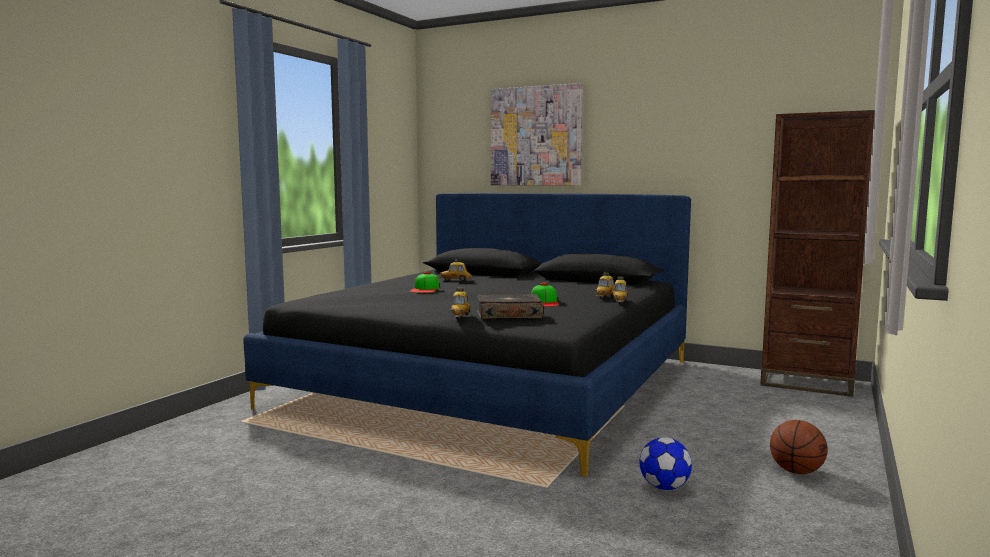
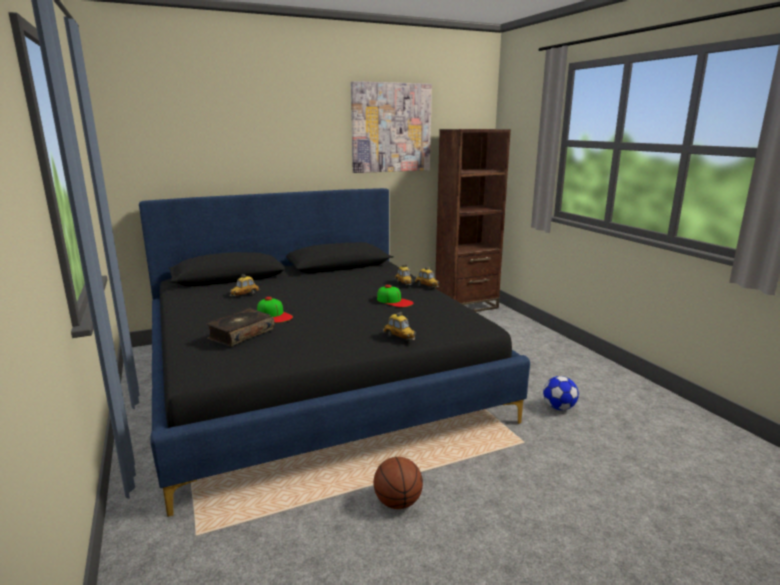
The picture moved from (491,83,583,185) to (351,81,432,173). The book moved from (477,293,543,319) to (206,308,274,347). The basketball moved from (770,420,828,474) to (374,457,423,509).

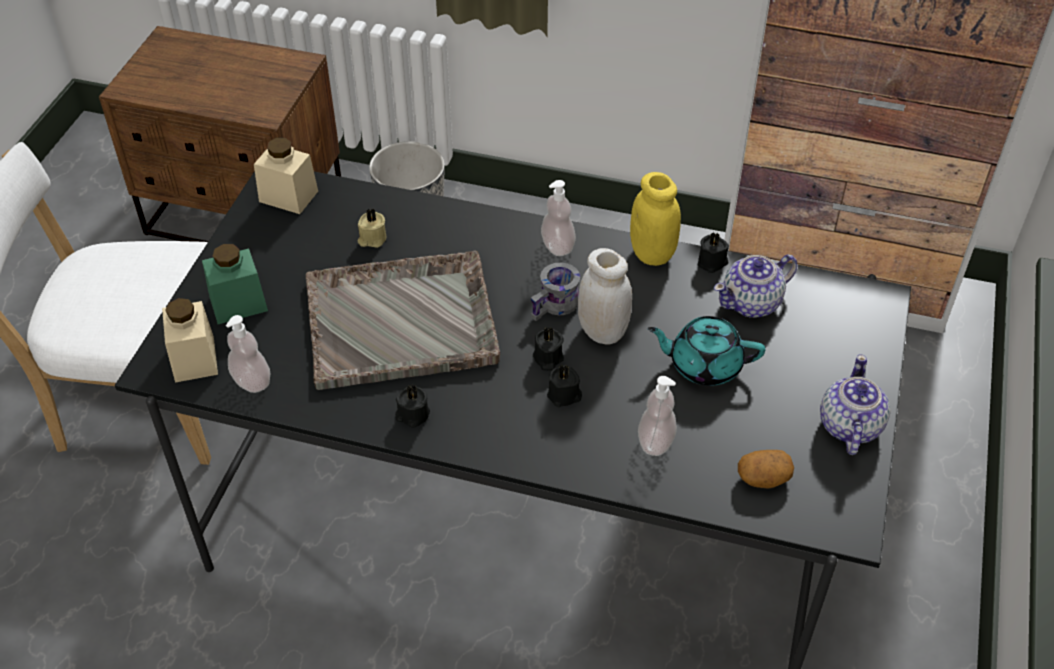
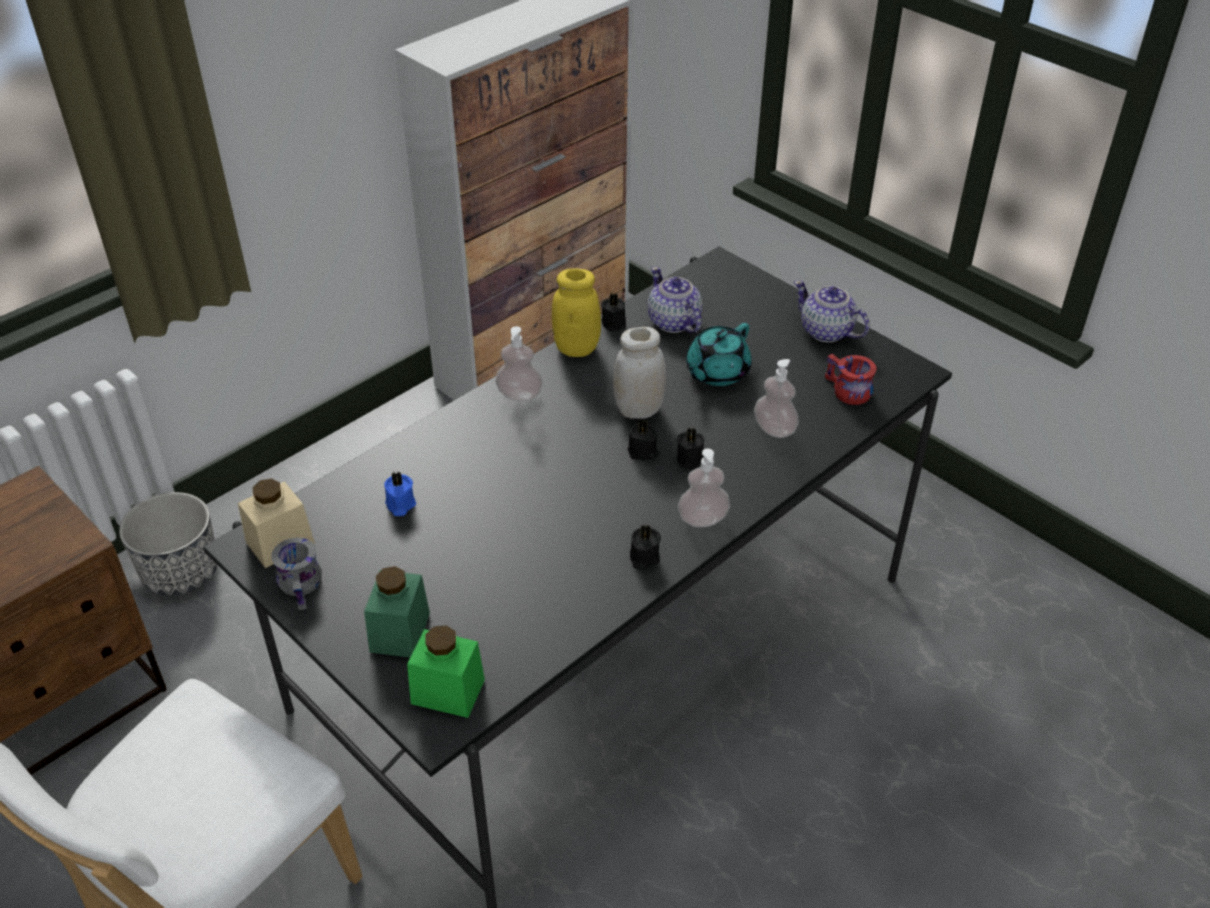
The beige candle at (358,209,386,248) became the blue candle at (384,472,416,516). The grey tray at (306,250,500,390) disappeared. The teapot at (714,254,797,318) turned 150 degrees clockwise. The grey mug moved from (531,263,580,321) to (271,537,322,610). The beige jar at (162,298,218,383) became the green jar at (407,625,485,718). The soap dispenser moved from (226,315,270,393) to (678,449,730,527). The potato at (738,450,794,489) was replaced by the red mug at (825,354,877,405).

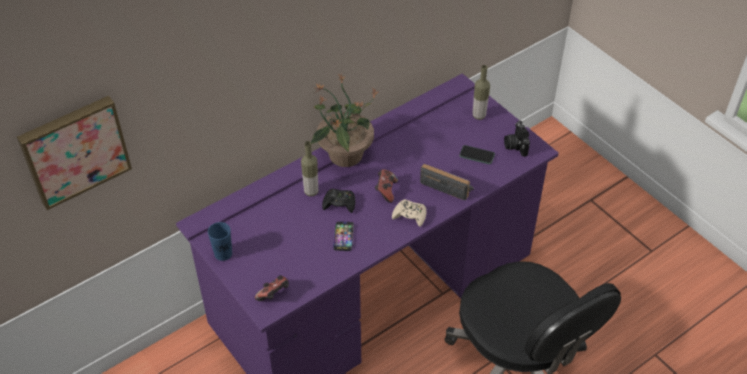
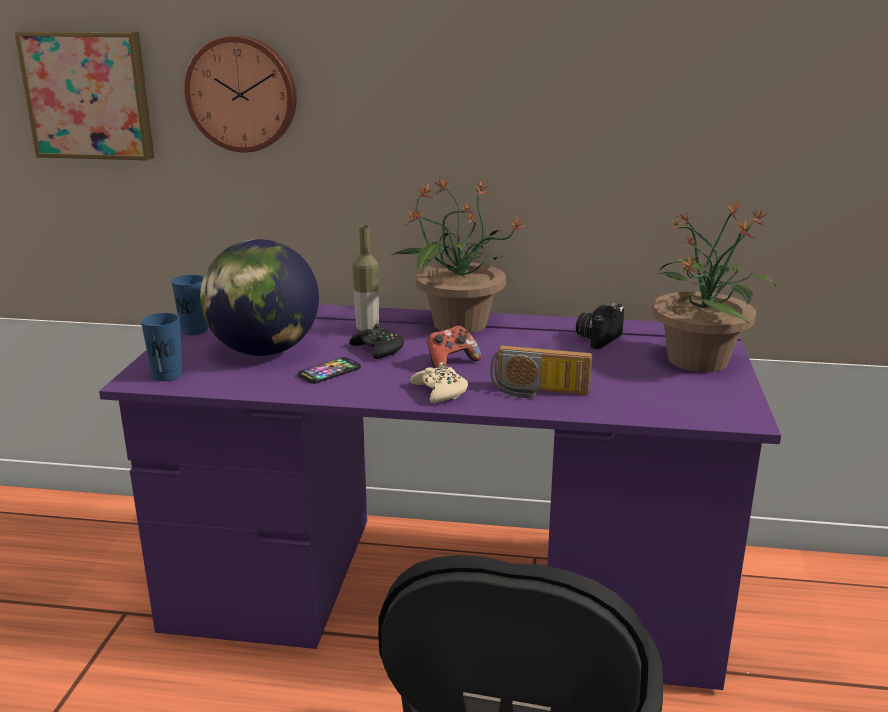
The bottle at (473,65,490,120) was replaced by the potted plant at (652,202,776,373). The photo camera moved from (504,121,530,157) to (576,303,624,349). The phone at (459,145,495,164) disappeared. The radio at (420,164,474,200) turned 120 degrees clockwise. The game controller at (255,275,289,301) was replaced by the blue cup at (141,313,183,381). The wall clock at (184,35,297,152) appeared. The globe at (200,239,319,356) appeared.

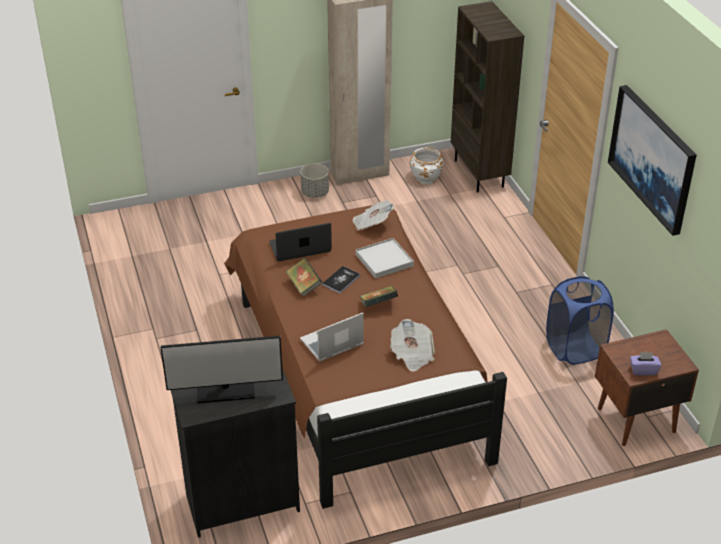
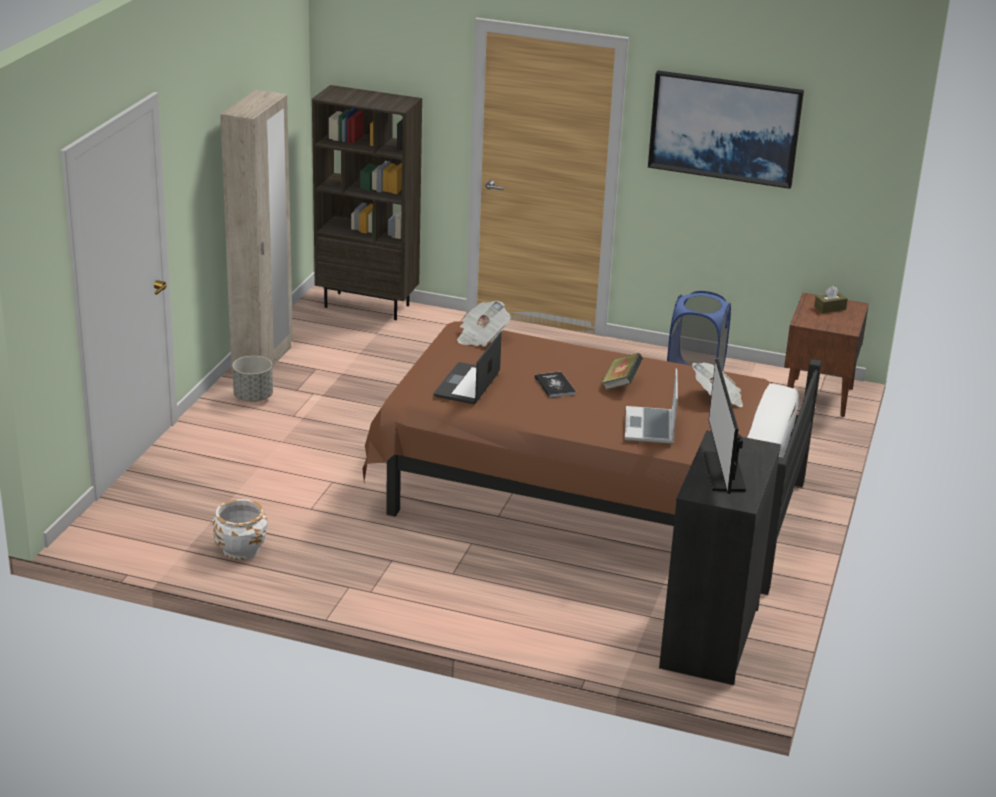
The white planter moved from (410,148,444,184) to (212,499,267,560). The white tray at (356,238,414,279) disappeared. The book at (286,258,323,297) disappeared. The monitor at (160,336,283,404) turned 150 degrees clockwise. The purple tissue box at (630,352,662,375) disappeared. The brown tissue box at (814,286,848,313) appeared.

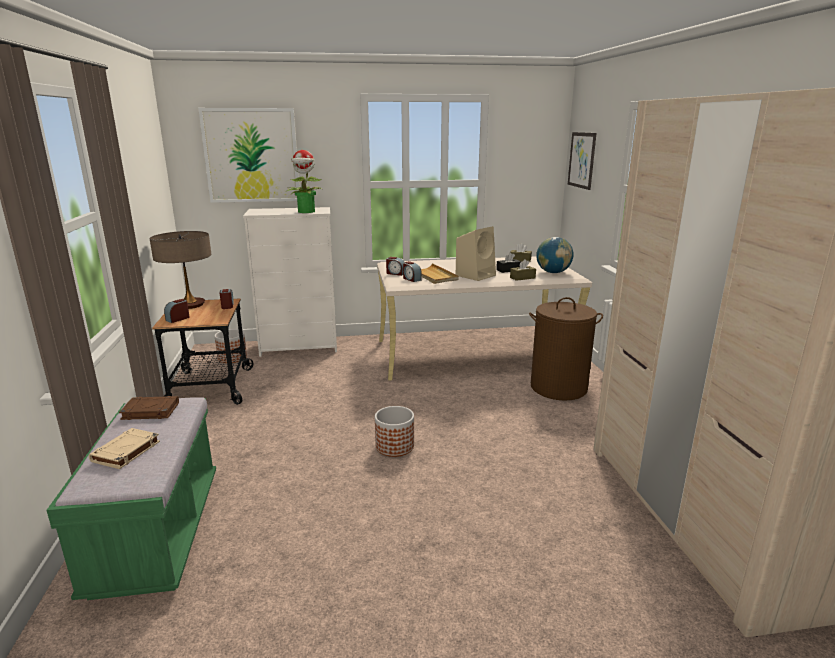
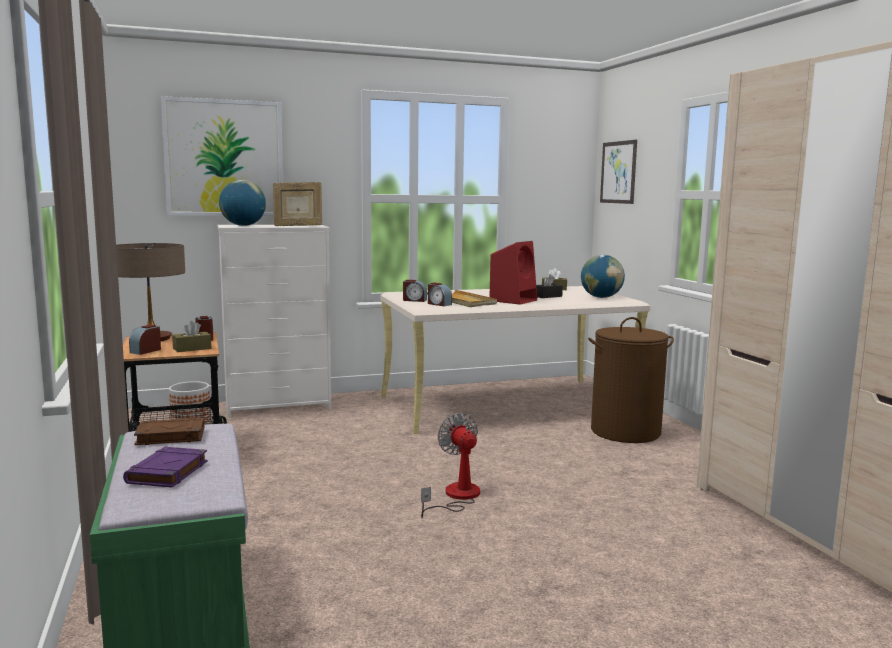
The potted plant at (286,150,322,213) was replaced by the picture frame at (273,182,322,226). The beige speaker at (456,226,496,281) became the red speaker at (490,241,537,305). The brown tissue box moved from (510,259,536,281) to (172,321,211,352). The planter at (375,406,414,457) was replaced by the fan at (421,413,480,518). The beige book at (89,428,160,469) became the purple book at (123,447,208,488). The globe at (219,180,266,226) appeared.

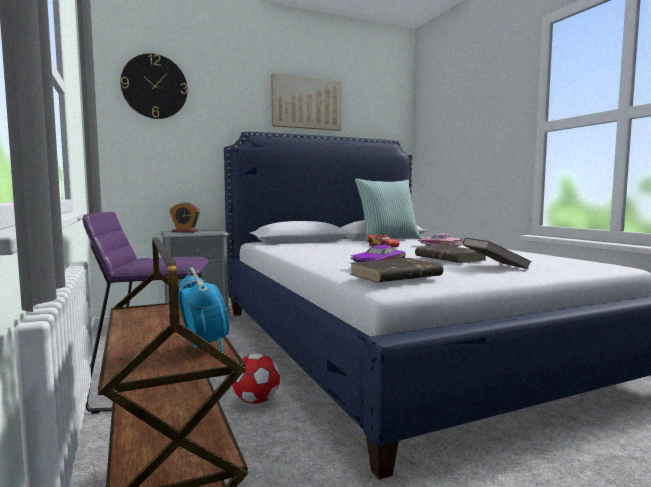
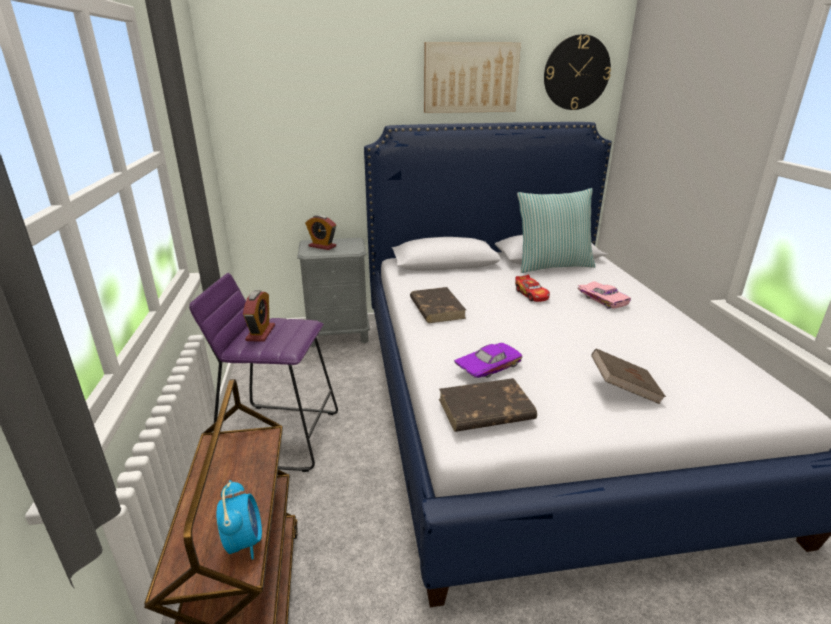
The wall clock moved from (121,53,188,119) to (544,34,611,110). The brown book moved from (415,245,486,263) to (410,287,466,323). The football at (232,354,280,404) disappeared. The alarm clock at (243,290,275,342) appeared.

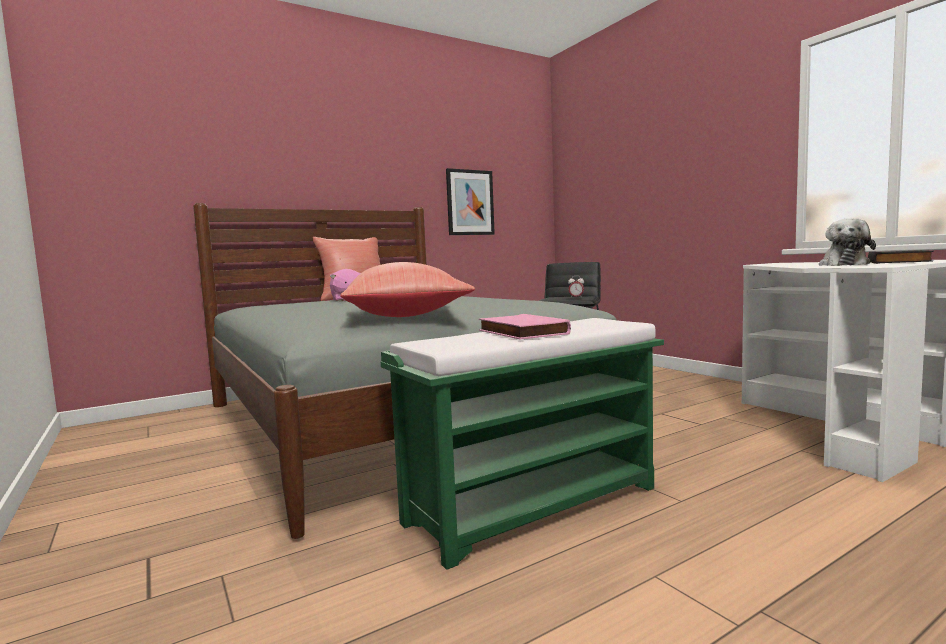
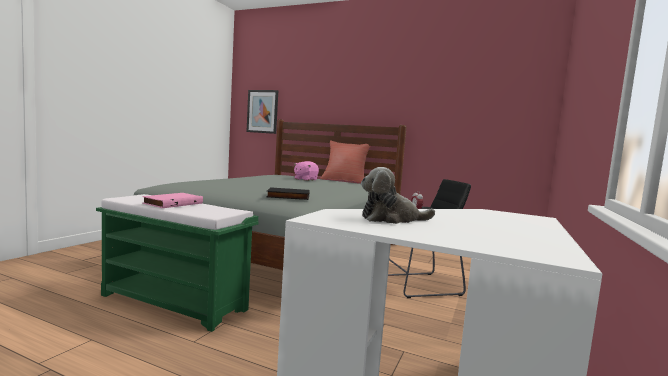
The picture moved from (446,168,495,235) to (246,90,278,134). The black book moved from (868,250,934,264) to (266,187,310,200). The red pillow at (340,262,475,317) disappeared.

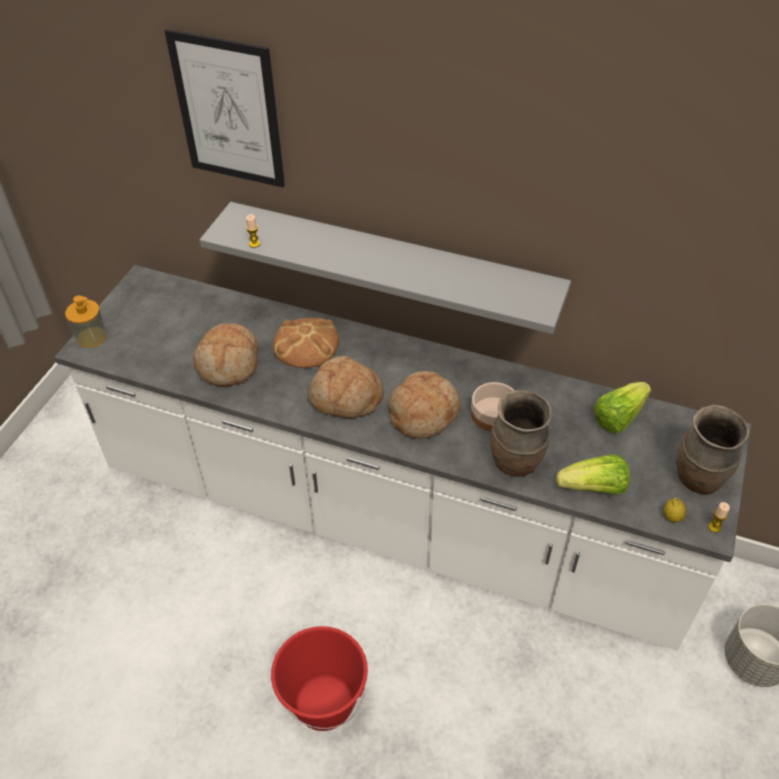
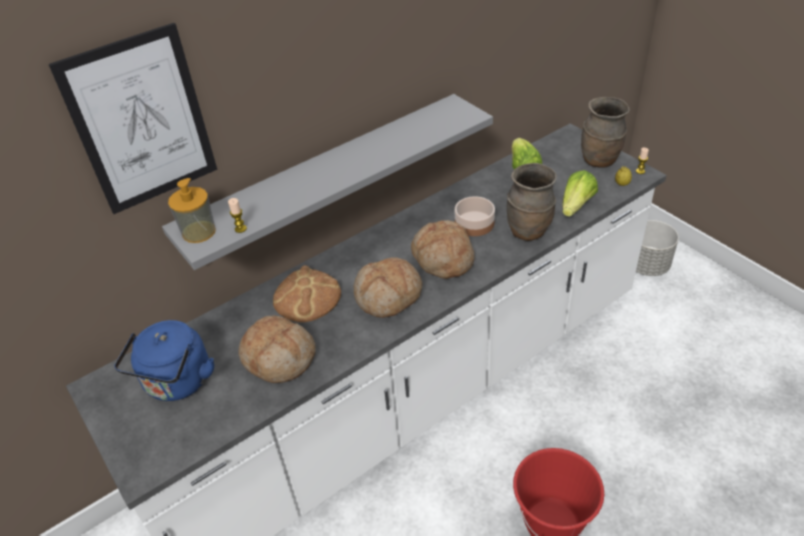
The soap dispenser moved from (65,296,106,348) to (168,178,216,243). The blue kettle at (114,320,214,401) appeared.

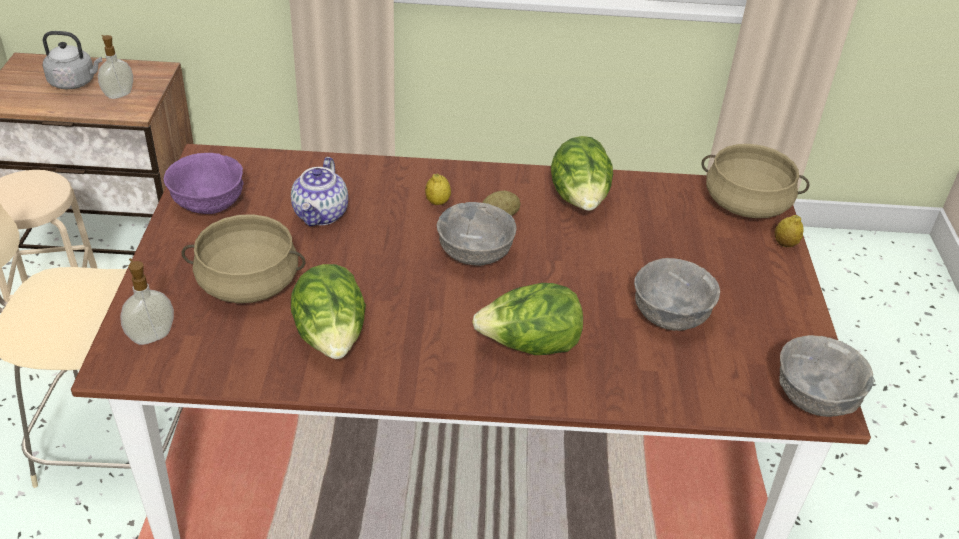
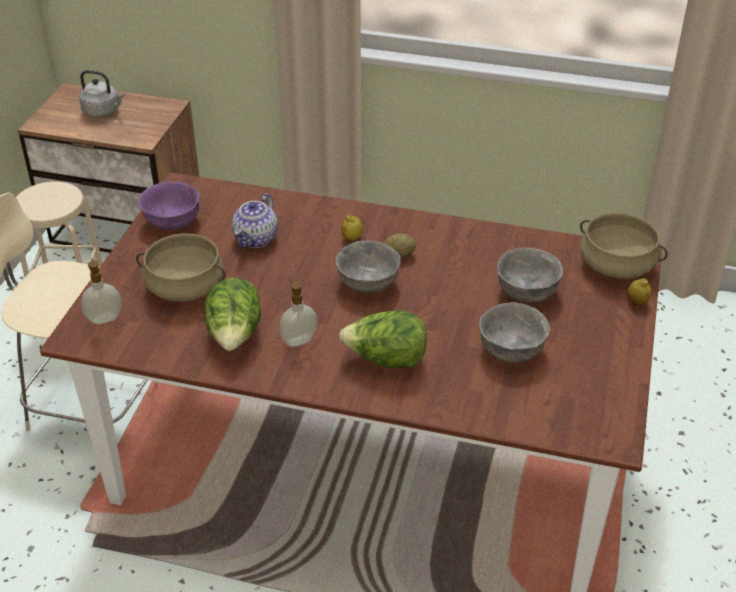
The soap dispenser moved from (98,35,133,99) to (279,280,318,347). The lettuce at (551,136,613,211) disappeared. The grey bowl moved from (779,335,874,417) to (497,248,563,303).

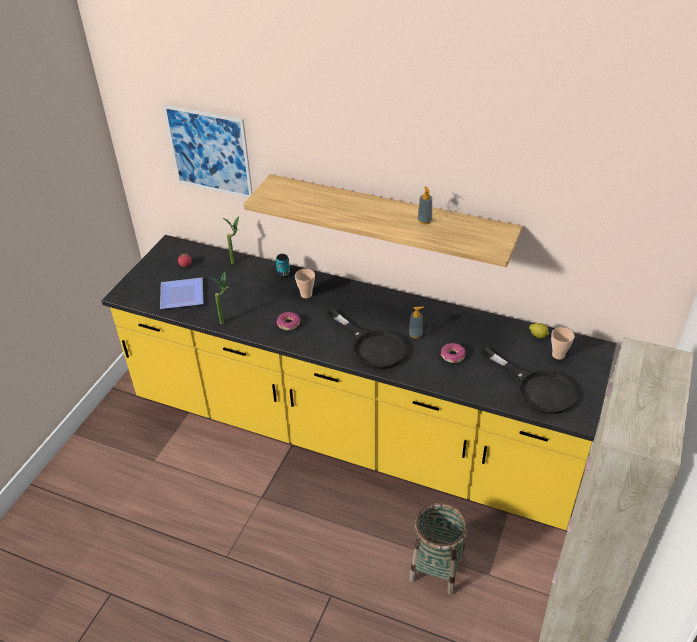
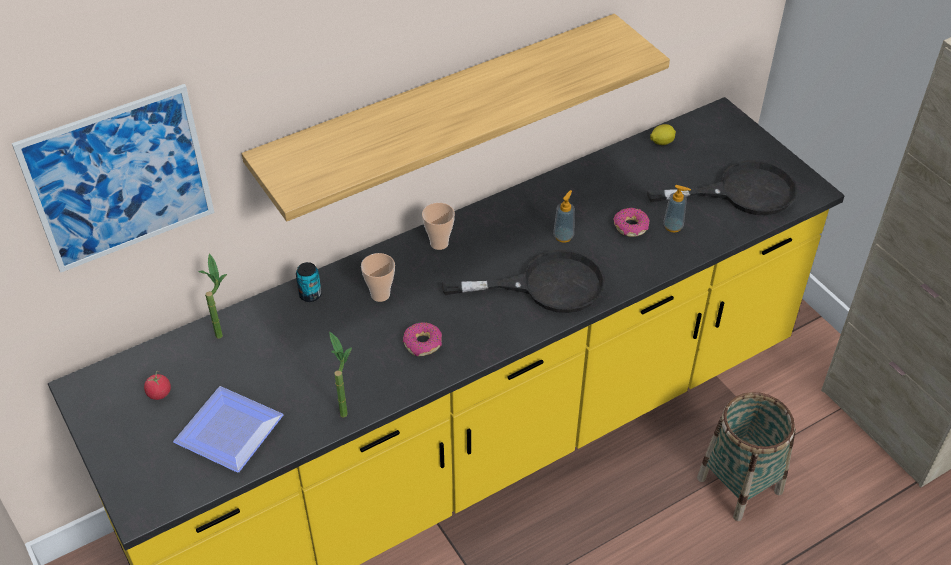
The soap dispenser moved from (418,186,432,224) to (663,185,691,232). The cup moved from (551,327,574,360) to (422,203,455,250).

